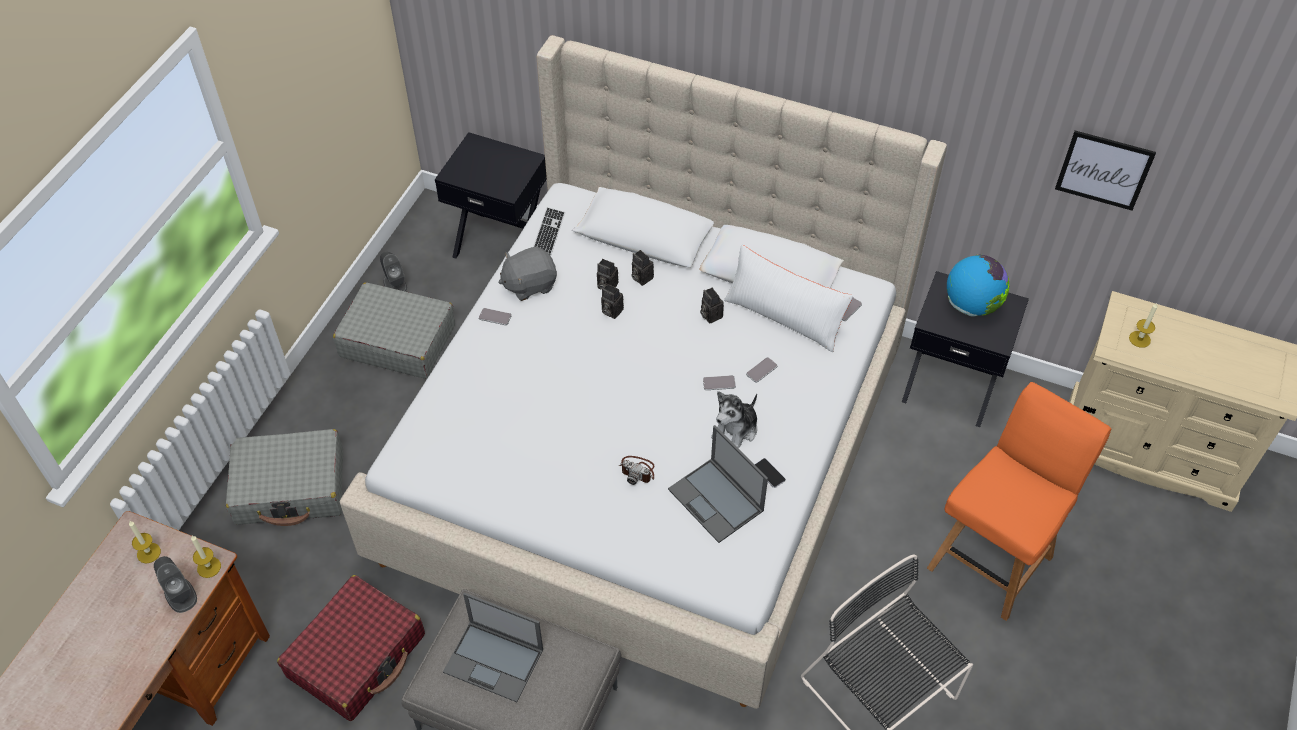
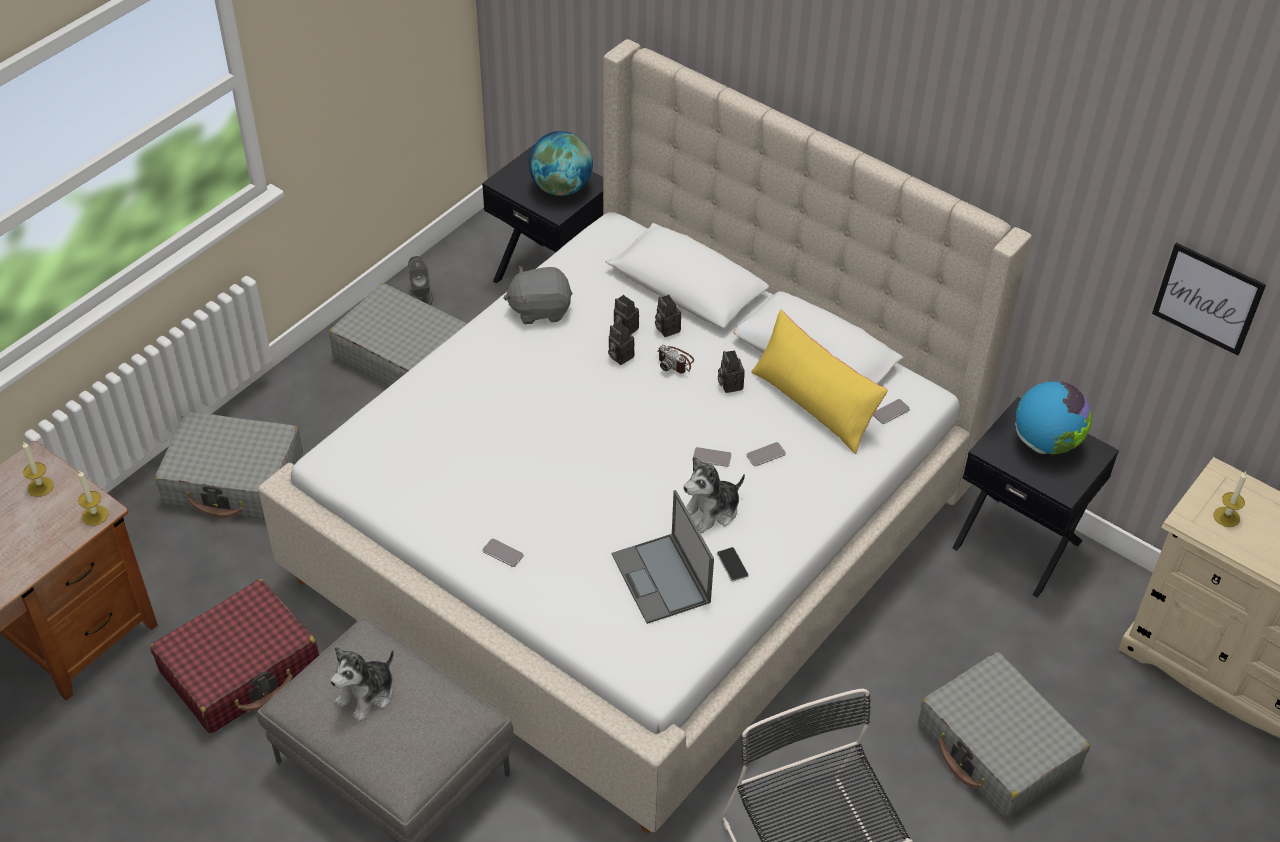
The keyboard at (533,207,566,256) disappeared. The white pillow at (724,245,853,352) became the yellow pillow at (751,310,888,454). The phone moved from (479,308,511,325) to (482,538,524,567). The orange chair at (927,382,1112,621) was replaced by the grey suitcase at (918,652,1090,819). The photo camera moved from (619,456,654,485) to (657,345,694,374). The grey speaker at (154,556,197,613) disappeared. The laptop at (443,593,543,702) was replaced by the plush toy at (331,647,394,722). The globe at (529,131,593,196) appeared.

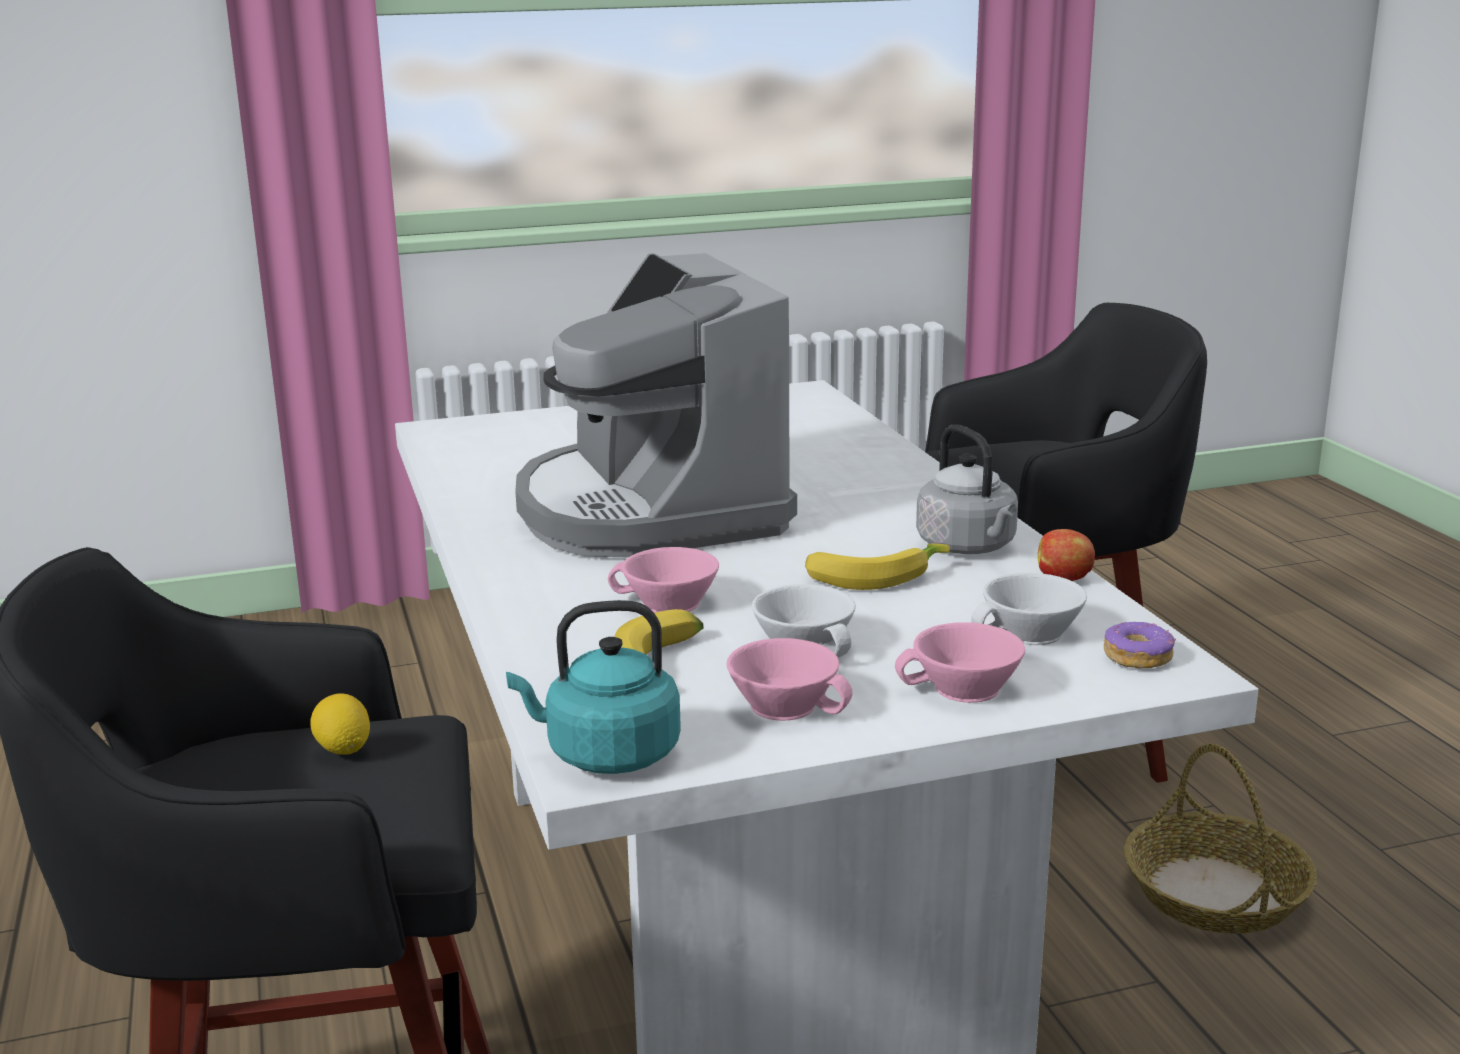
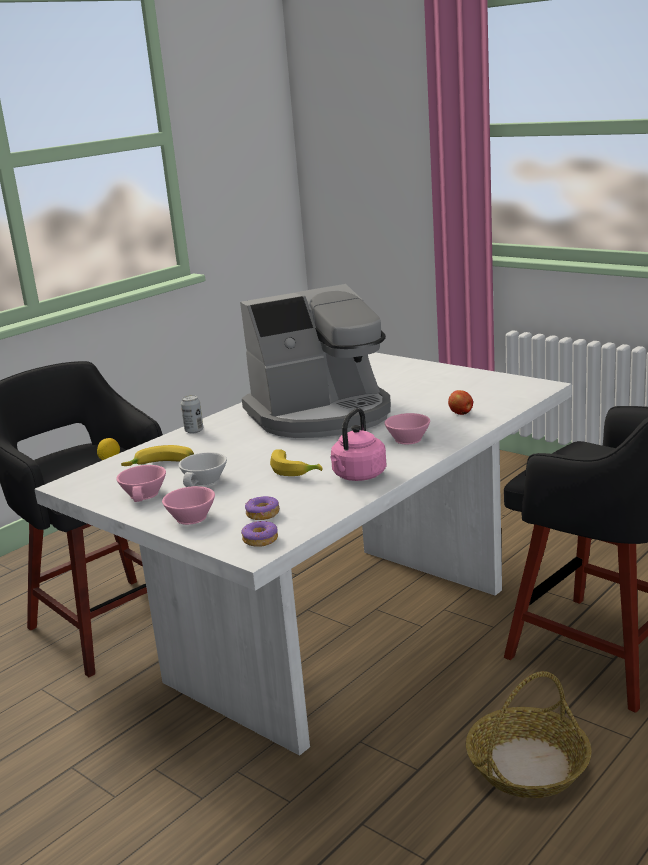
The coffee machine at (515,253,797,557) turned 150 degrees counterclockwise. The grey kettle at (916,424,1018,554) became the pink kettle at (330,408,387,481). The apple moved from (1038,529,1095,581) to (448,390,473,415). The pink cup moved from (608,547,719,613) to (385,413,430,444). The white cup at (971,573,1087,645) was replaced by the donut at (245,496,280,520). The turquoise kettle at (506,600,681,774) disappeared. The can at (181,395,203,434) appeared.

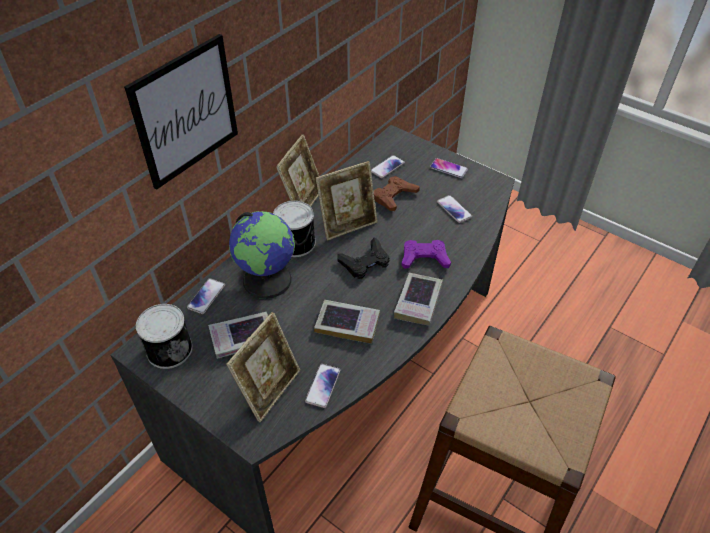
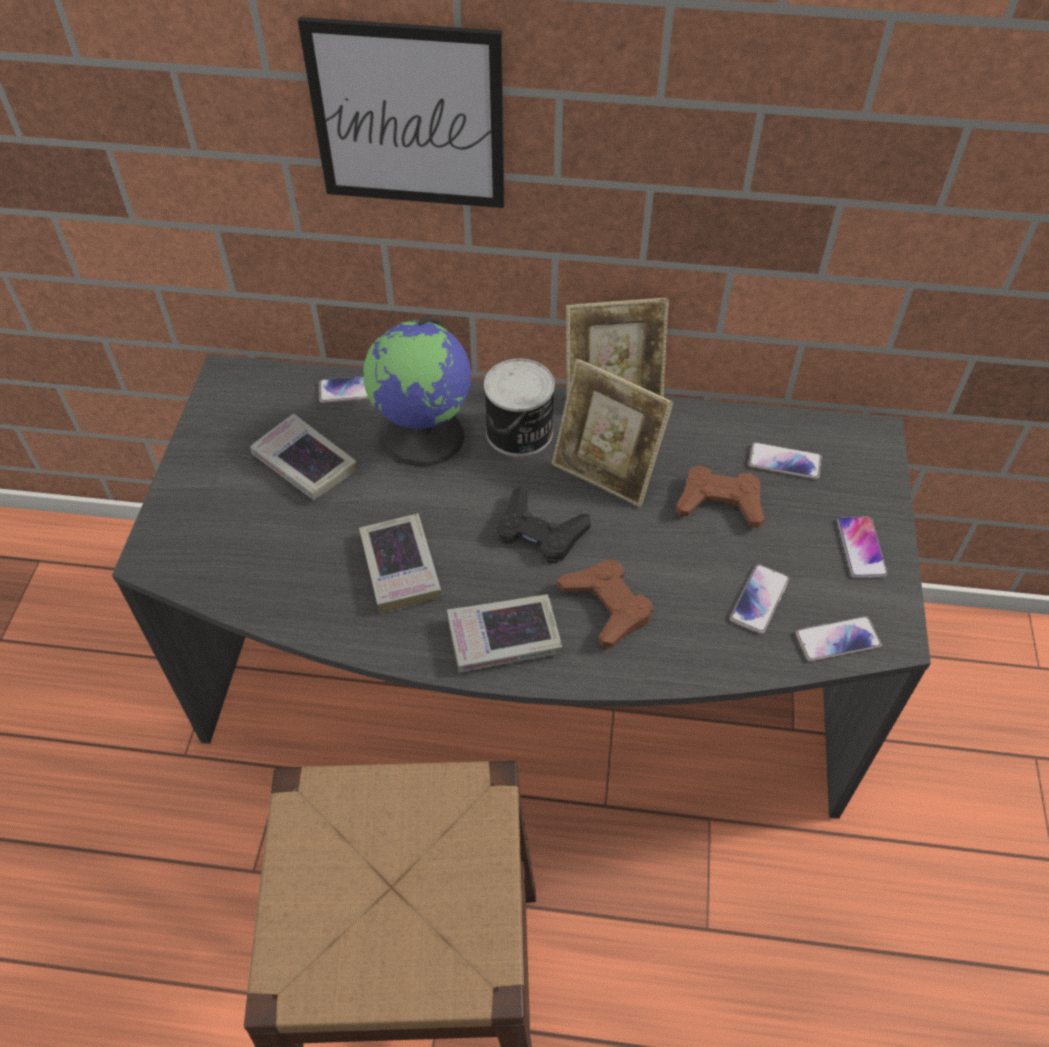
The purple game controller at (401,240,451,269) became the brown game controller at (557,559,653,647). The can at (136,304,193,369) disappeared. The picture frame at (226,312,300,422) disappeared. The phone moved from (305,364,340,408) to (796,616,882,661).

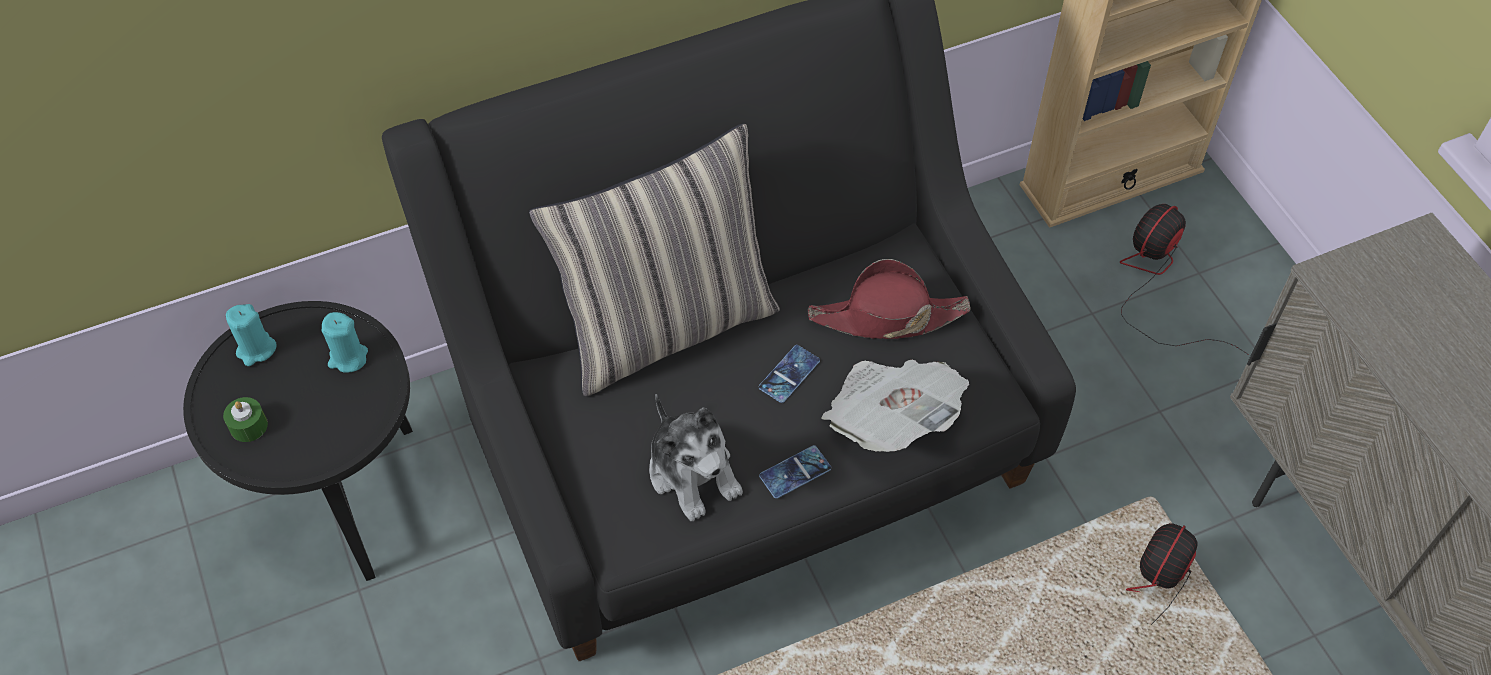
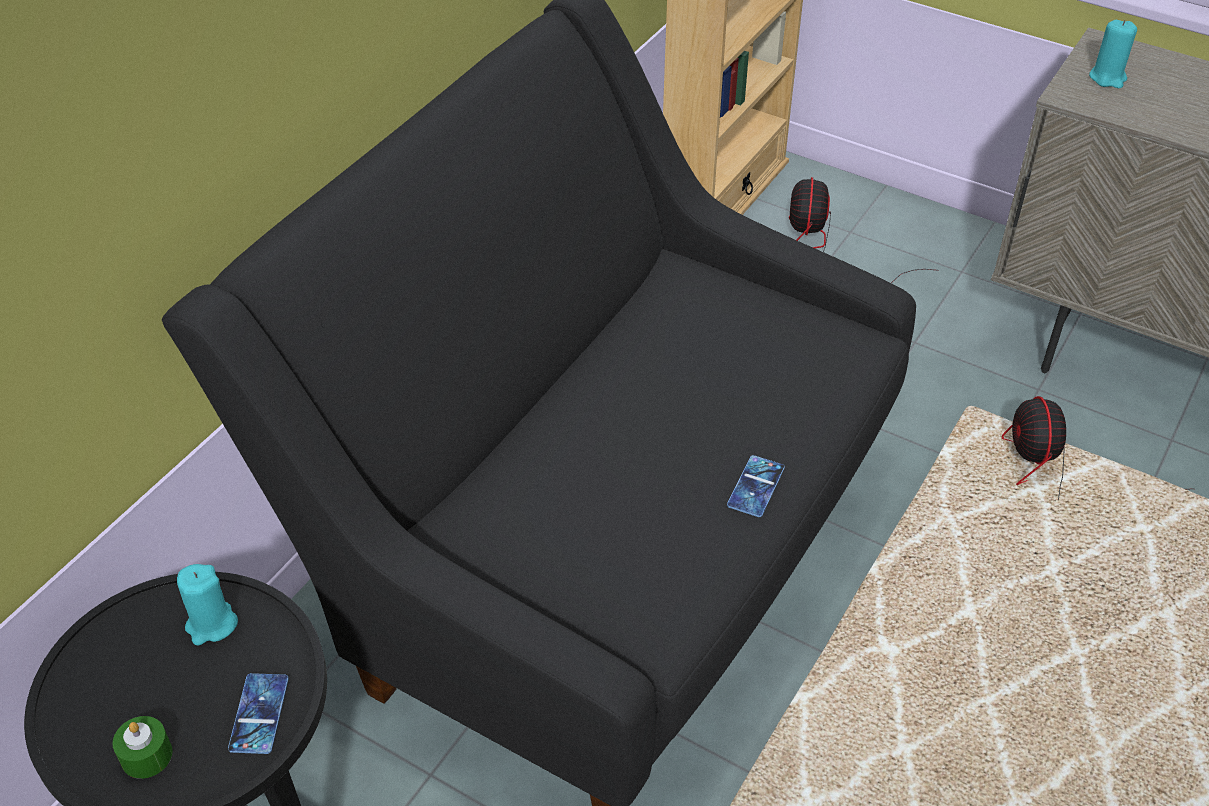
The pillow at (529,123,780,396) disappeared. The red hat at (808,259,971,339) disappeared. The turquoise candle moved from (226,304,277,366) to (1089,20,1137,88). The phone moved from (759,345,820,403) to (228,673,289,754). The newspaper at (821,360,970,452) disappeared. The plush toy at (649,394,743,521) disappeared.

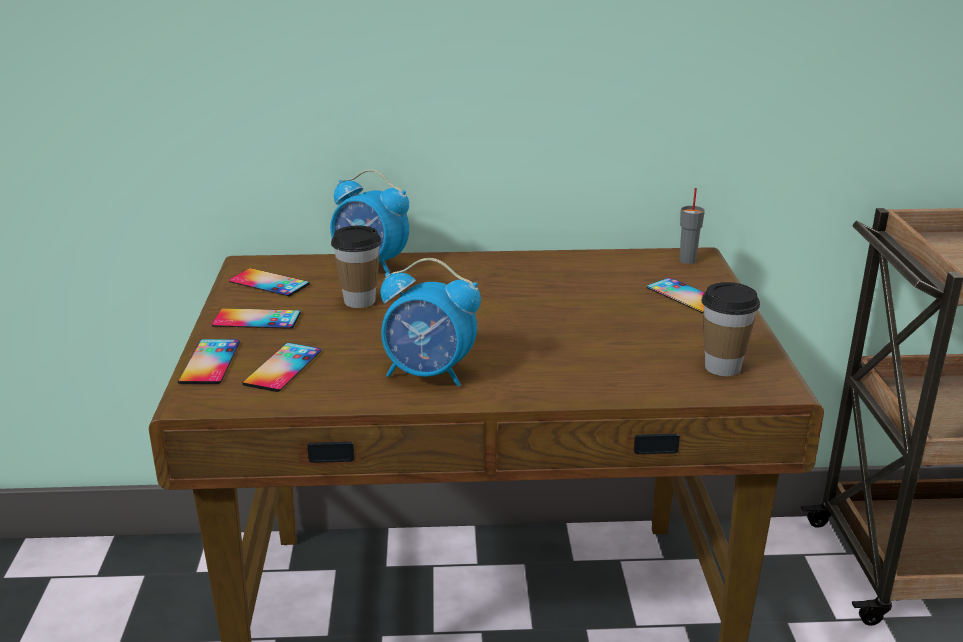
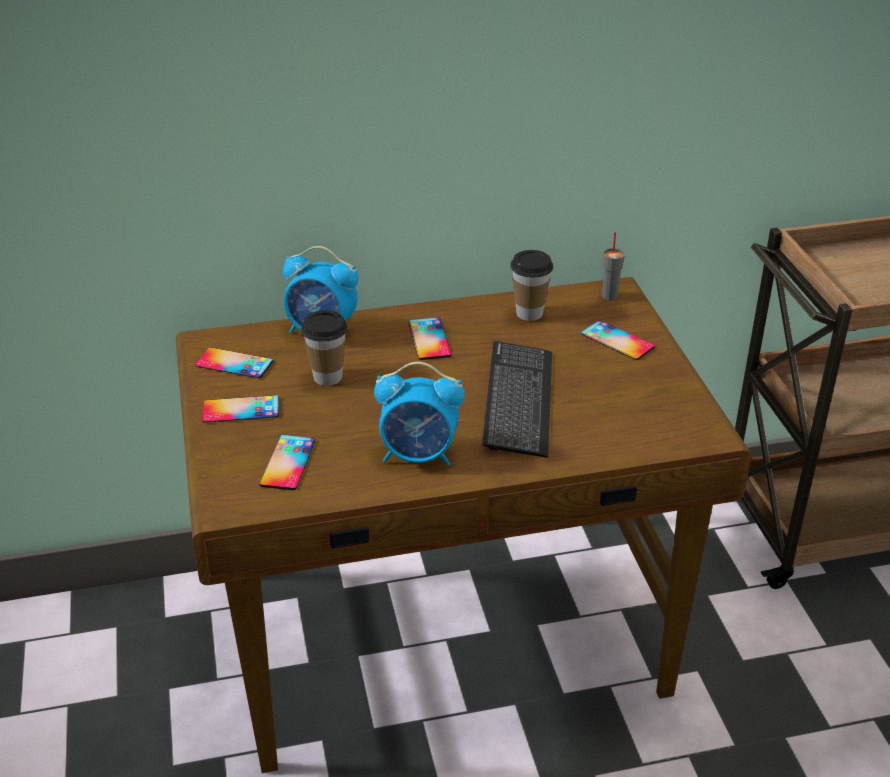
The cup moved from (701,282,760,376) to (510,250,553,321). The phone moved from (178,339,240,384) to (408,317,451,360). The keyboard at (482,341,552,458) appeared.

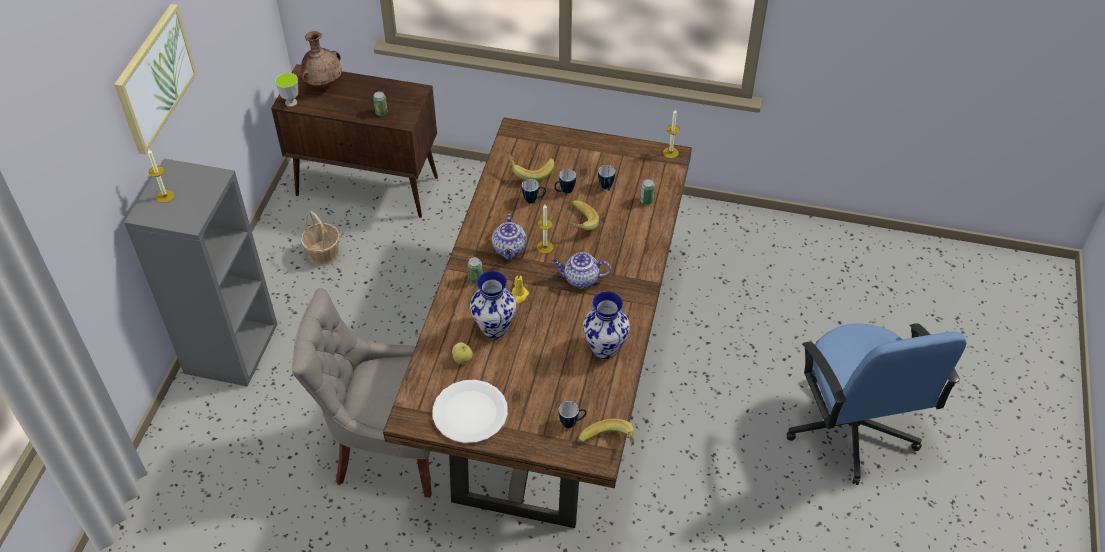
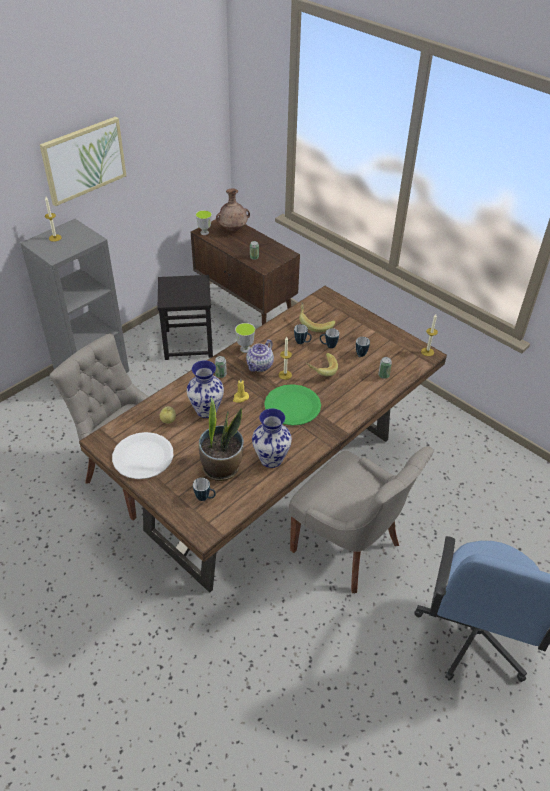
The basket at (301,211,340,266) was replaced by the black stool at (158,275,213,360). The teapot at (553,252,611,289) was replaced by the green plate at (264,384,321,426). The banana at (579,419,635,446) disappeared. The cup at (235,323,255,353) appeared. The potted plant at (199,397,244,481) appeared. The grey chair at (289,446,434,593) appeared.

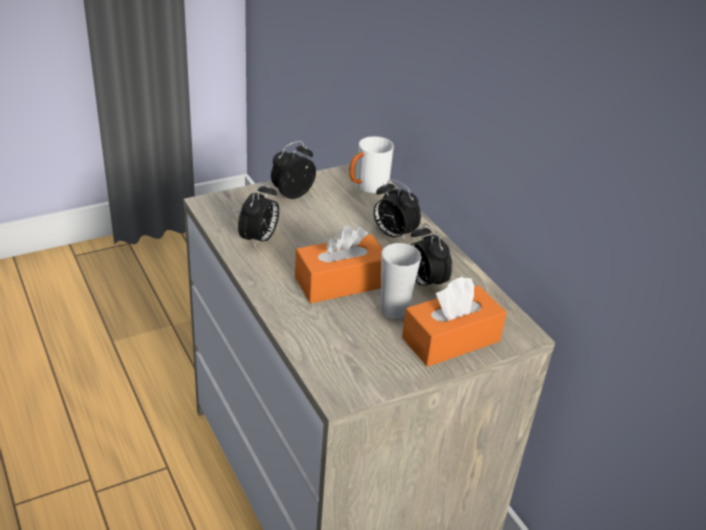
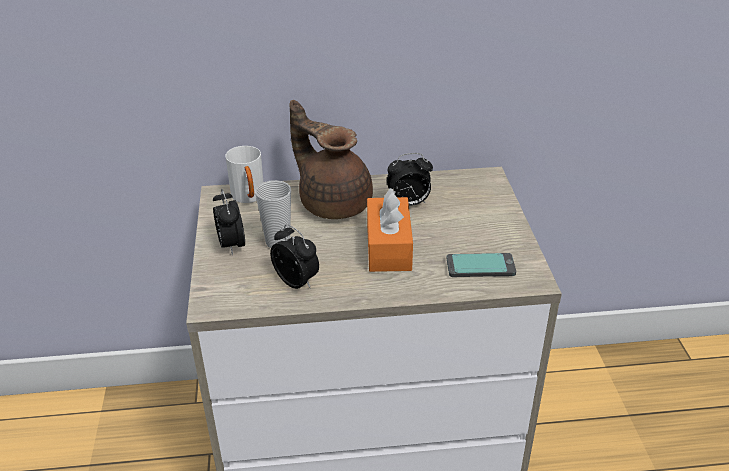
The alarm clock at (373,179,421,243) was replaced by the brown teapot at (289,100,373,219). The cup moved from (381,243,421,319) to (255,180,291,248). The orange tissue box at (402,277,507,367) disappeared. The phone at (447,253,516,277) appeared.

